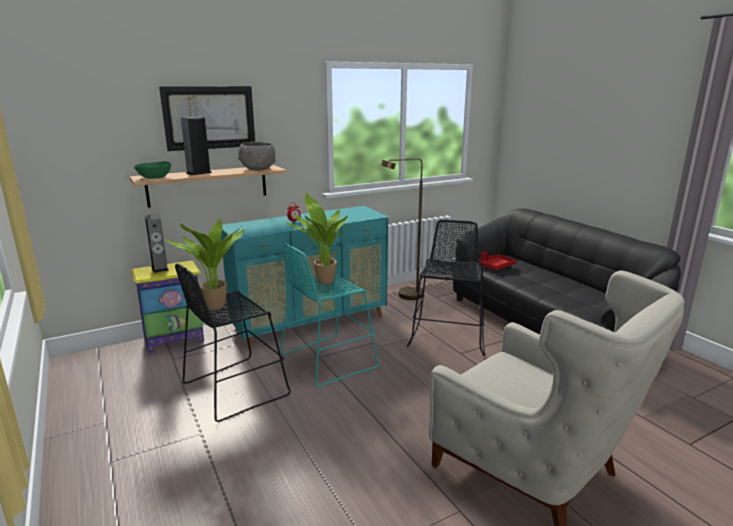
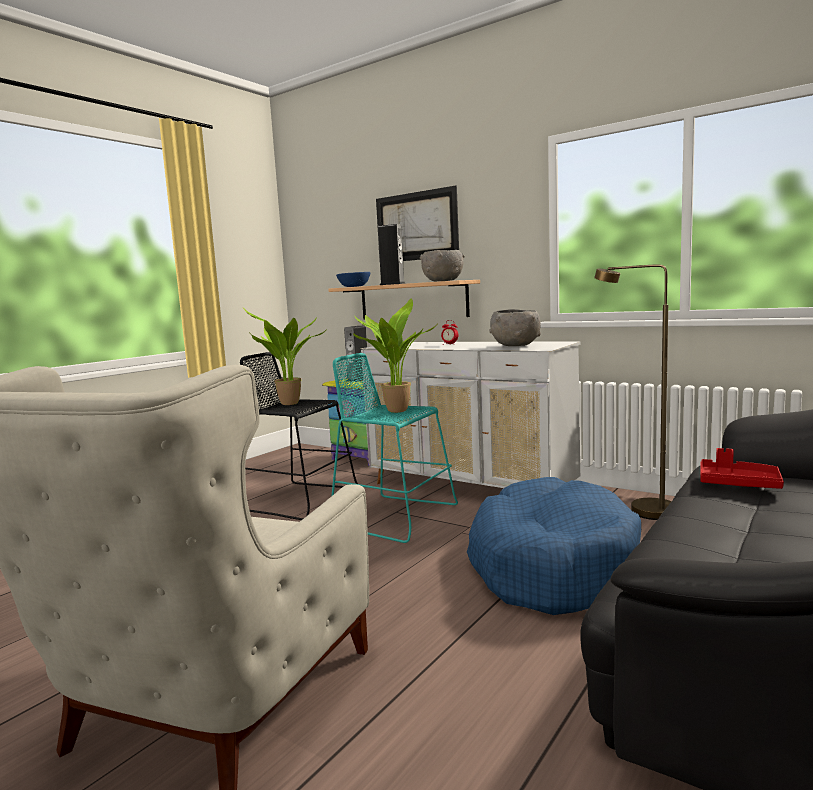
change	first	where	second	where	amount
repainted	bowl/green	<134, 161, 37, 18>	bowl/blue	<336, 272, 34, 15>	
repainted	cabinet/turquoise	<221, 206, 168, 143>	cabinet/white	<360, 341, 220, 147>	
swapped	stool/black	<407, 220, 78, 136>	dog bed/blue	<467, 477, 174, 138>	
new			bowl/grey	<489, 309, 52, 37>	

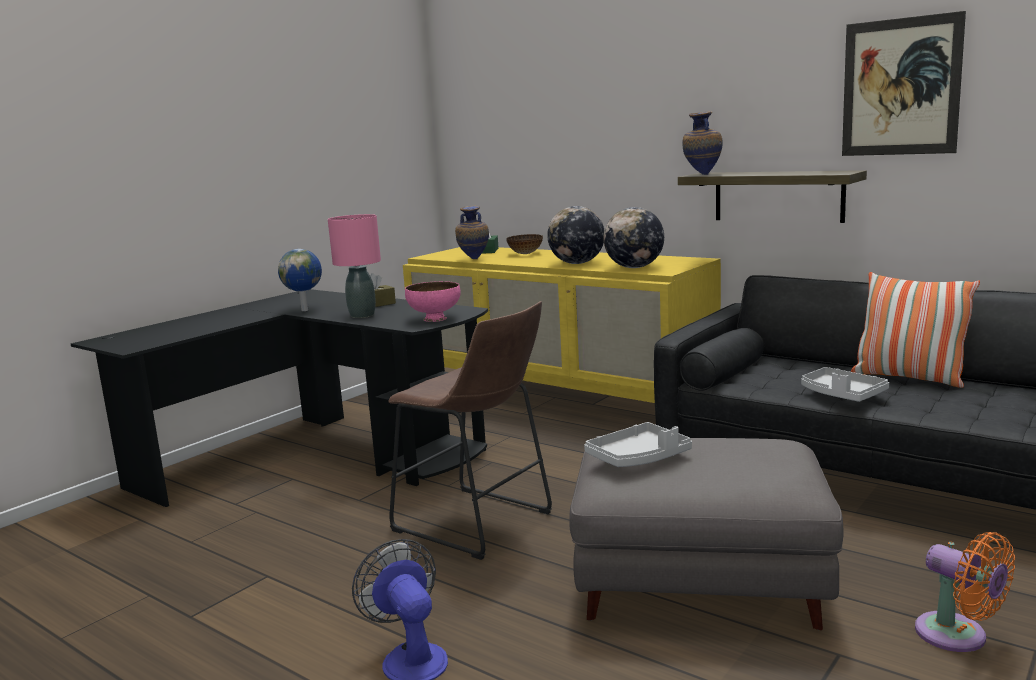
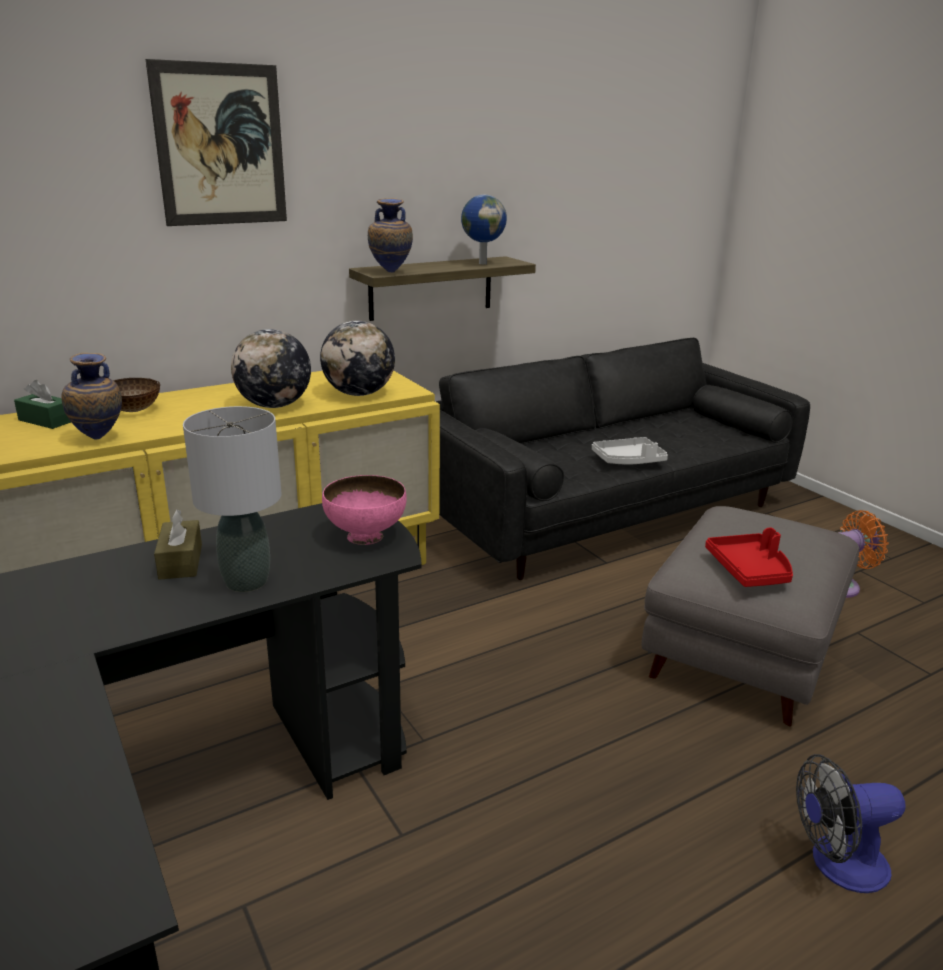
change	first	where	second	where	amount
shifted	globe	<278, 249, 44, 62>		<461, 195, 46, 69>	
repainted	table lamp/pink	<328, 214, 53, 104>	table lamp/grey	<183, 406, 98, 186>	
gone	stool/brown	<388, 301, 164, 259>			
repainted	tray/grey	<584, 422, 108, 45>	tray/red	<705, 527, 88, 60>	
shifted	picture	<842, 11, 124, 145>		<146, 59, 141, 167>	
gone	pillow	<851, 272, 129, 116>			

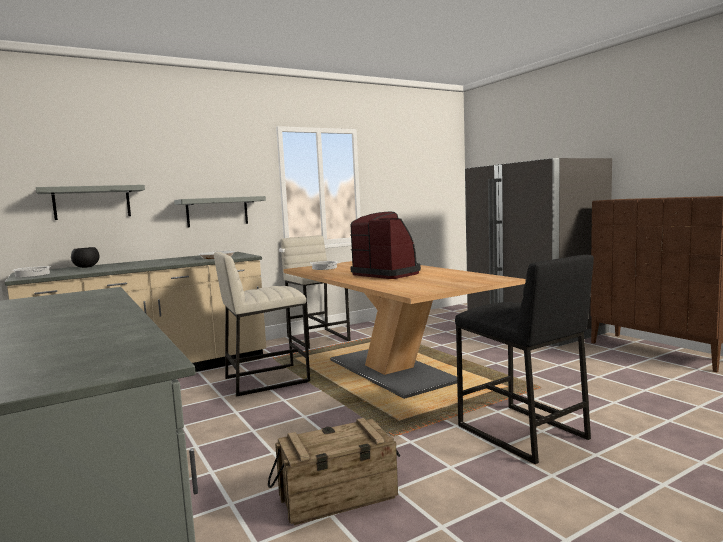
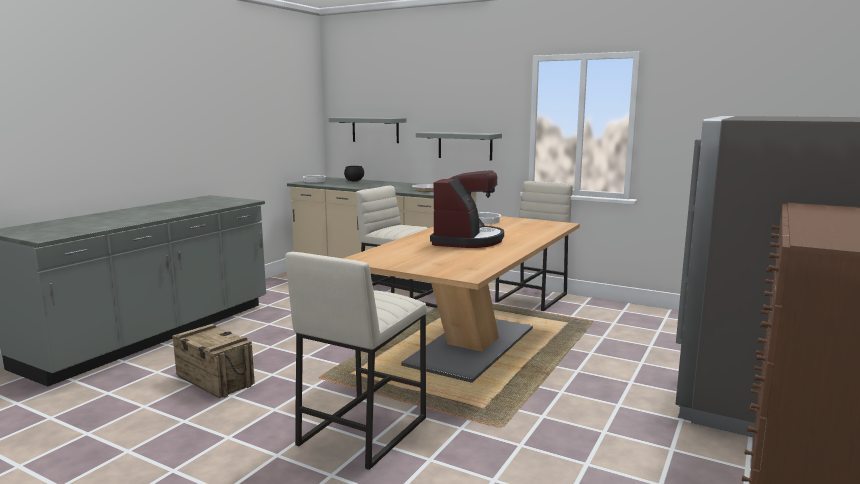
change	first	where	second	where	amount
repainted	stool/black	<455, 255, 139, 209>	stool/beige	<285, 252, 142, 218>	

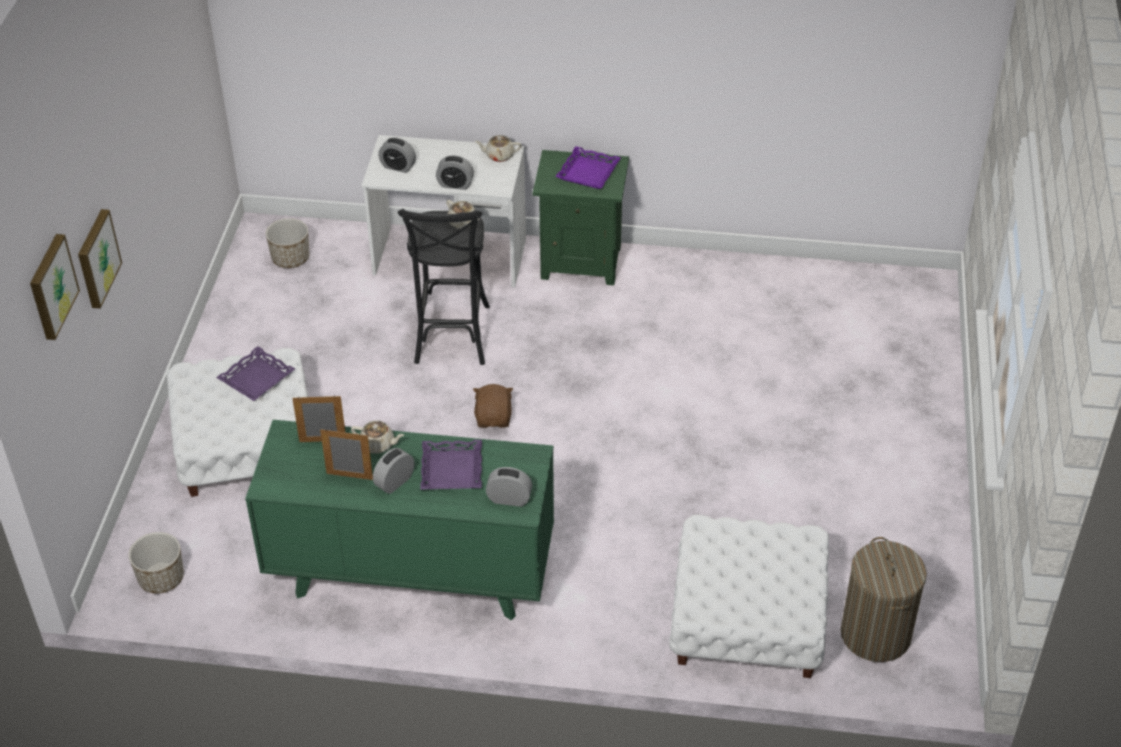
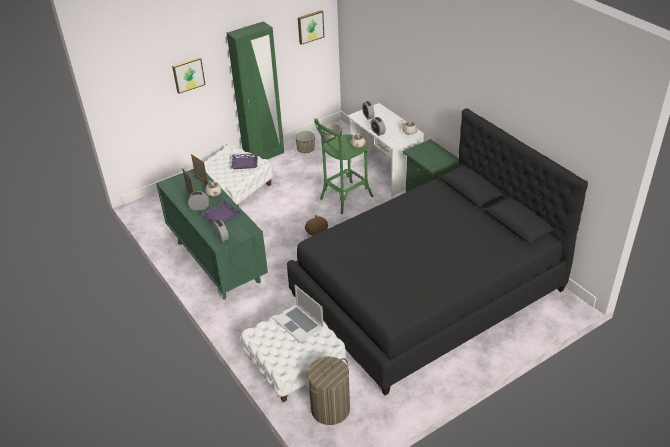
change	first	where	second	where	amount
shifted	picture	<30, 234, 50, 106>		<298, 10, 26, 35>	
shifted	planter	<129, 532, 55, 62>		<295, 131, 20, 22>	
repainted	stool/black	<398, 209, 92, 156>	stool/green	<314, 118, 60, 96>	
gone	tray/purple	<555, 146, 66, 43>			
new			wardrobe/green	<227, 21, 57, 138>	
new			laptop	<274, 285, 50, 57>	
new			bed/black	<287, 108, 301, 288>	

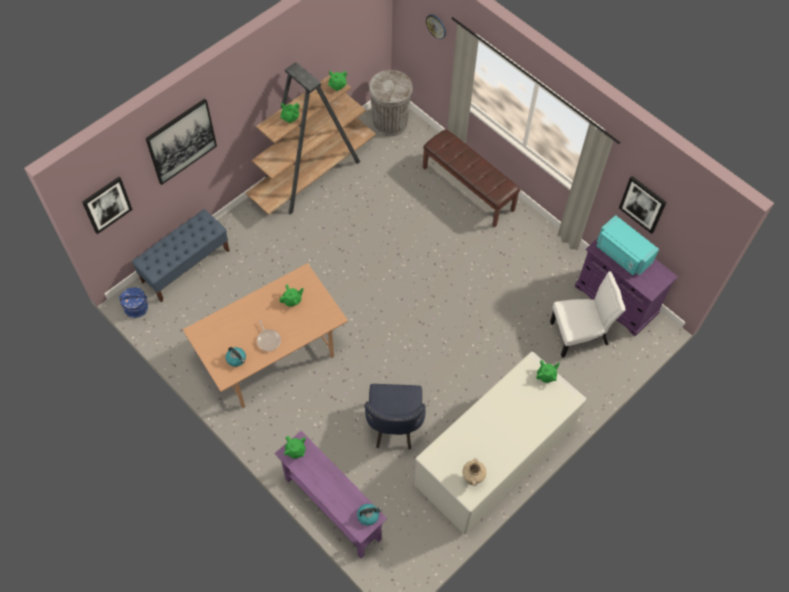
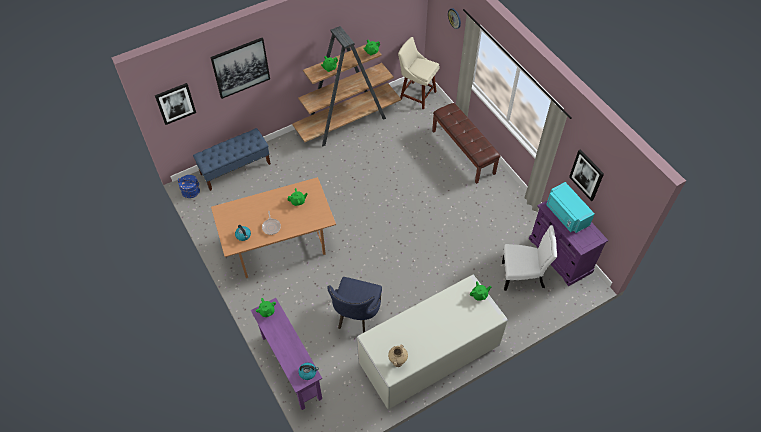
change	first	where	second	where	amount
swapped	trash can/grey	<369, 70, 44, 66>	stool/beige	<398, 37, 42, 73>	

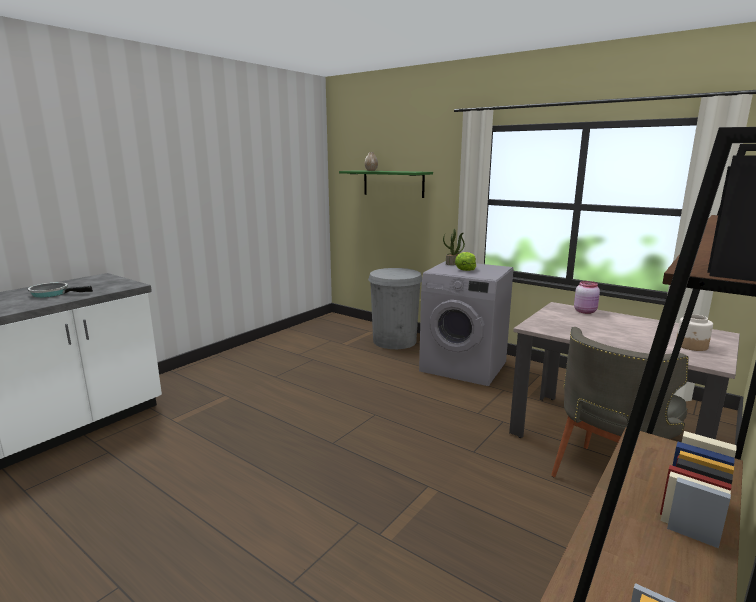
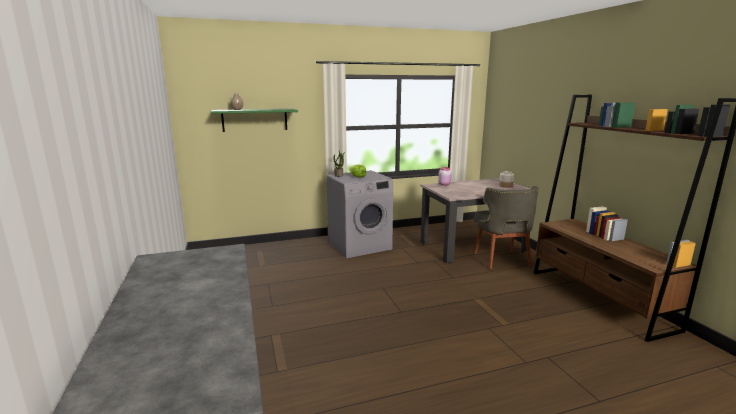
change	first	where	second	where	amount
gone	frying pan	<28, 282, 65, 16>			
gone	trash can/grey	<368, 268, 54, 81>			

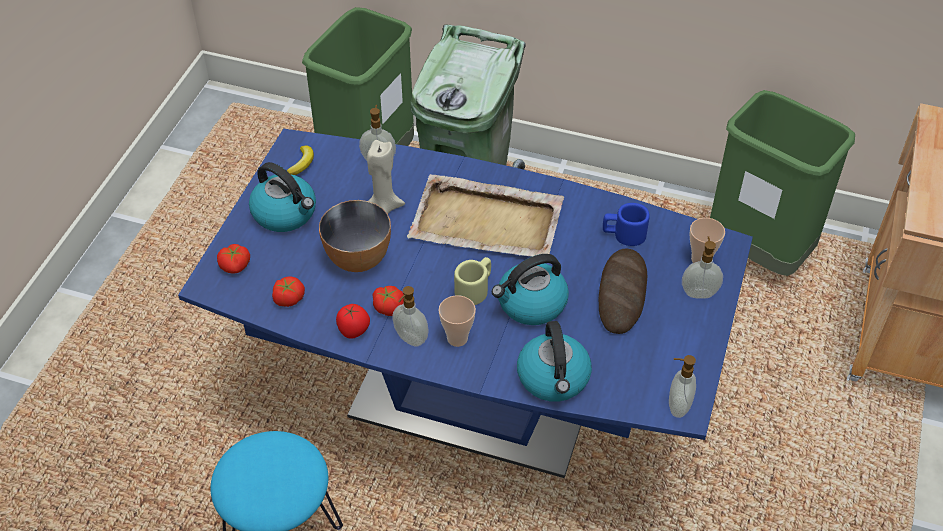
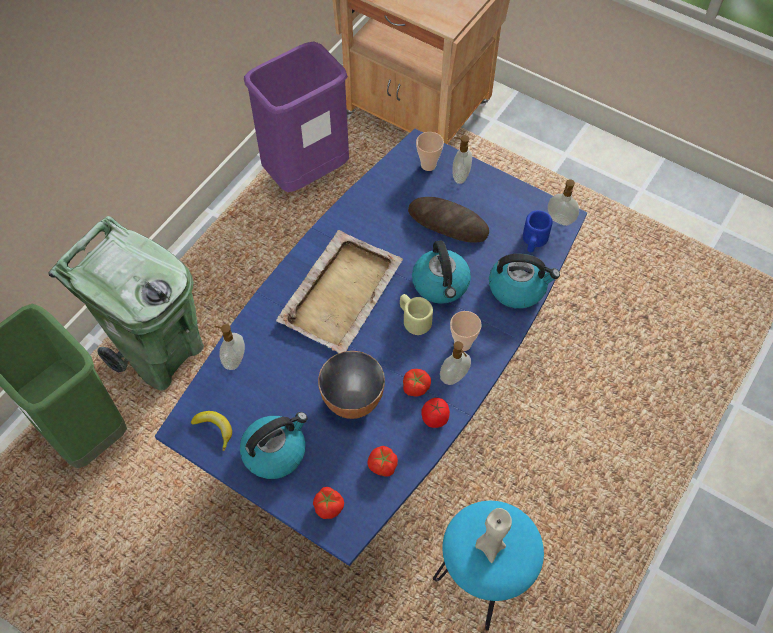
change	first	where	second	where	amount
shifted	candle/beige	<367, 140, 38, 74>		<475, 508, 37, 55>	
shifted	mug/blue	<603, 203, 47, 43>		<523, 210, 29, 42>	
repainted	trash can/green	<710, 90, 145, 186>	trash can/purple	<244, 41, 105, 151>	

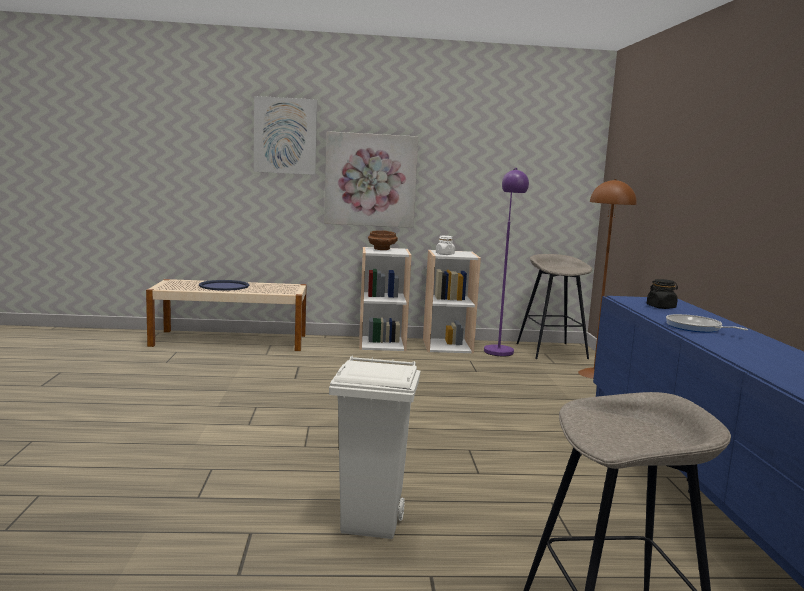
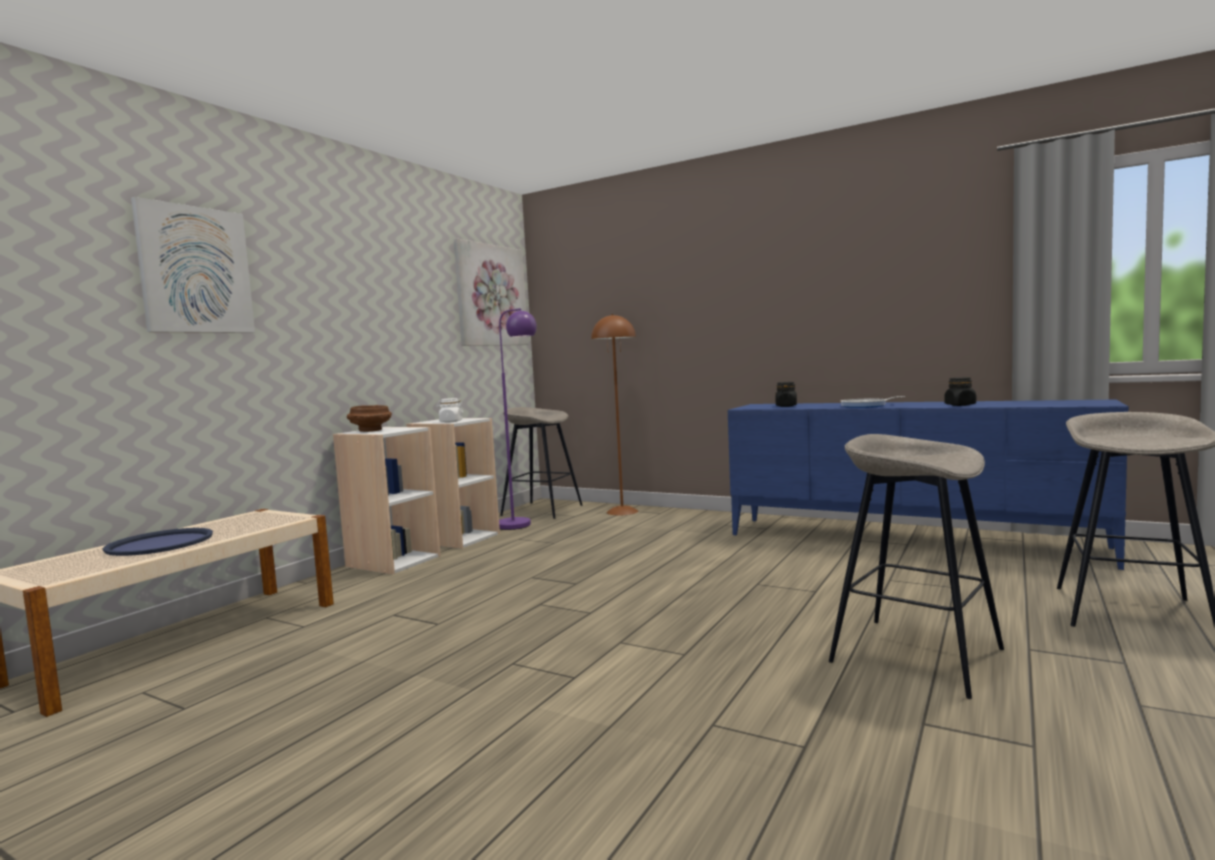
change	first	where	second	where	amount
shifted	picture	<324, 131, 94, 97>		<454, 238, 75, 108>	
swapped	trash can/white	<329, 356, 91, 183>	stool/grey	<829, 434, 175, 265>	
new			jar/black	<944, 377, 32, 29>	

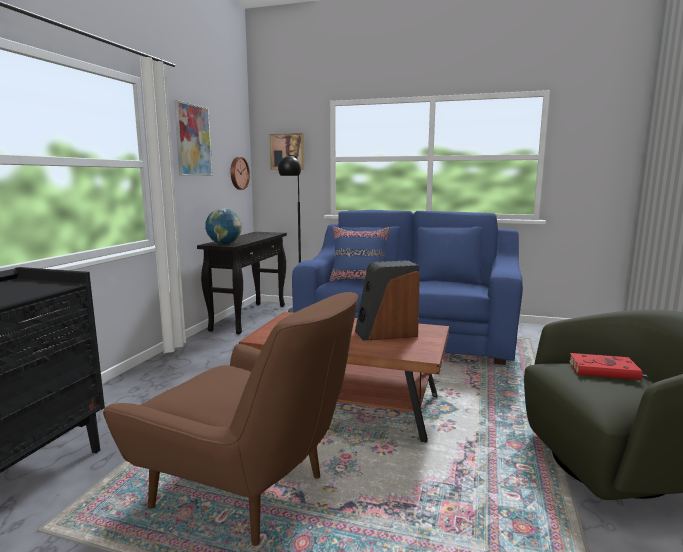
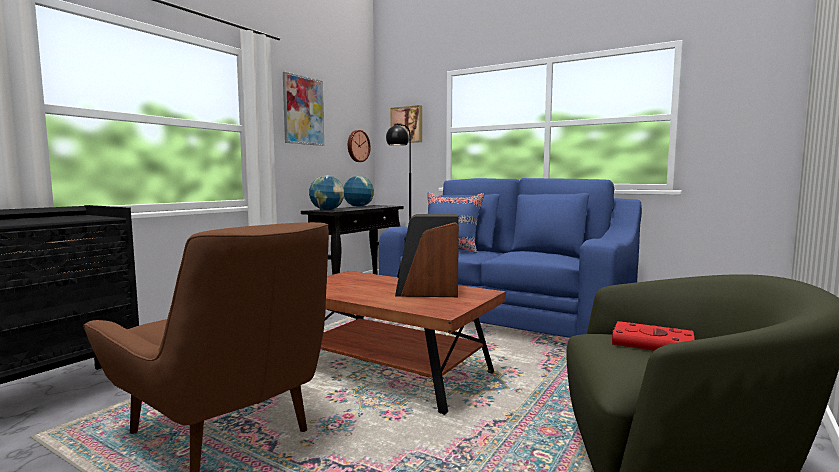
change	first	where	second	where	amount
new			globe	<343, 176, 31, 31>	

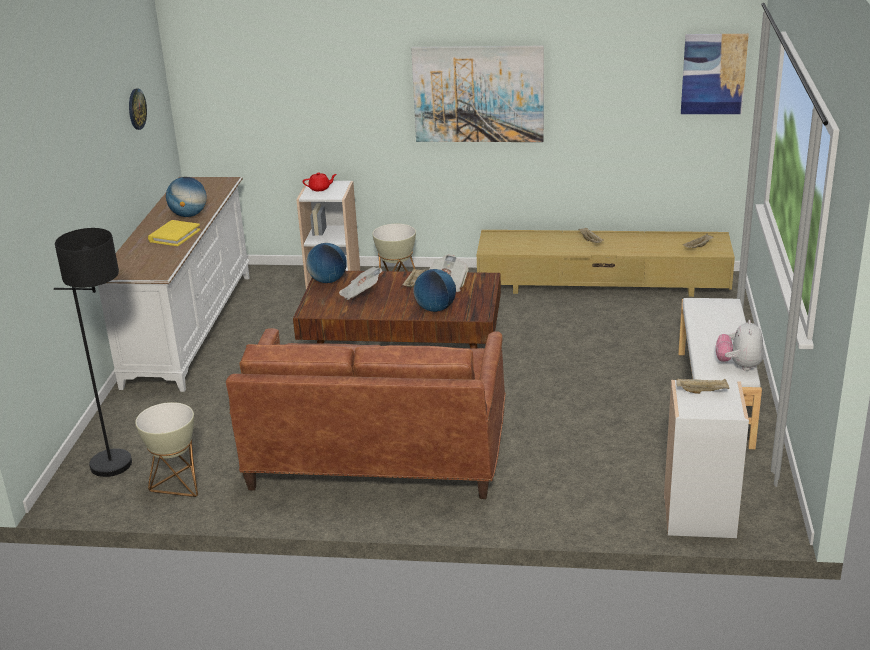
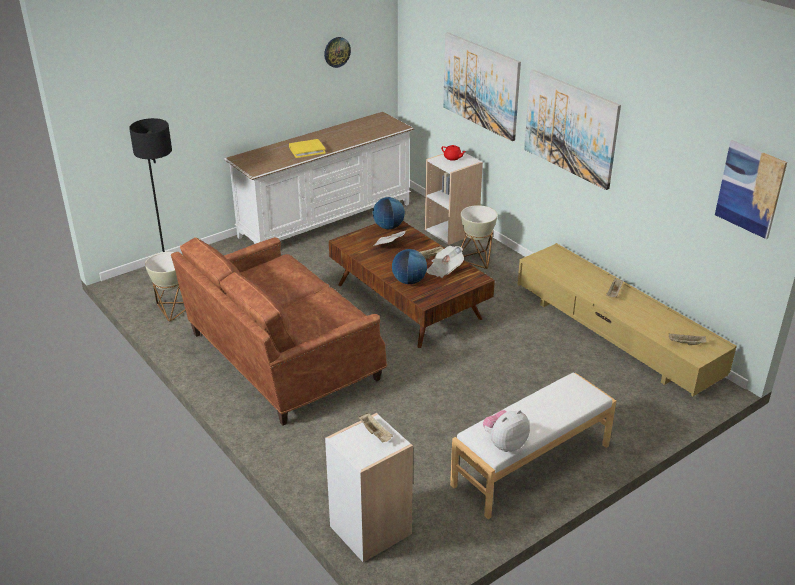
change	first	where	second	where	amount
gone	globe	<166, 177, 41, 40>			
new			picture	<443, 32, 78, 109>	

